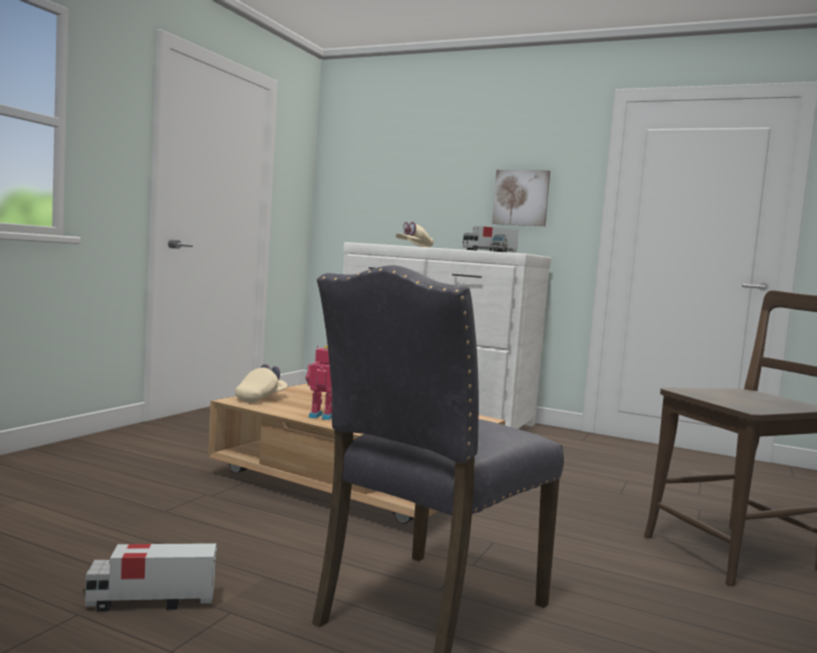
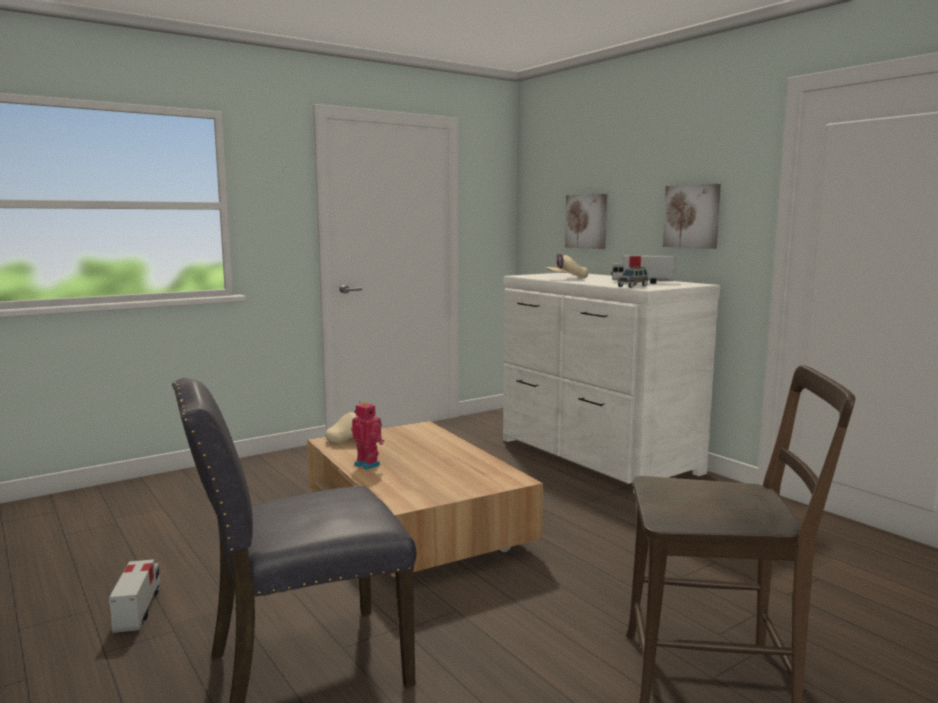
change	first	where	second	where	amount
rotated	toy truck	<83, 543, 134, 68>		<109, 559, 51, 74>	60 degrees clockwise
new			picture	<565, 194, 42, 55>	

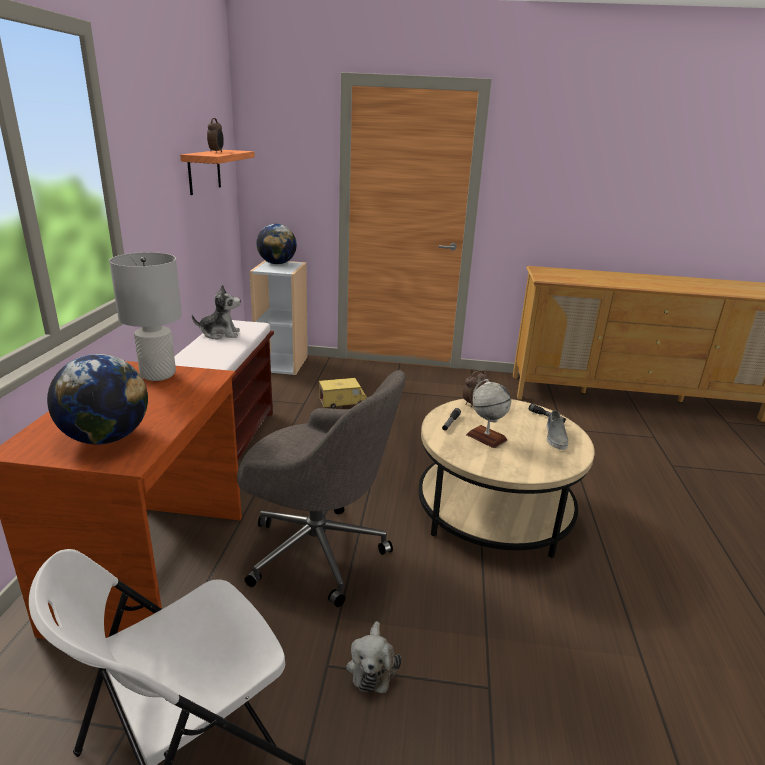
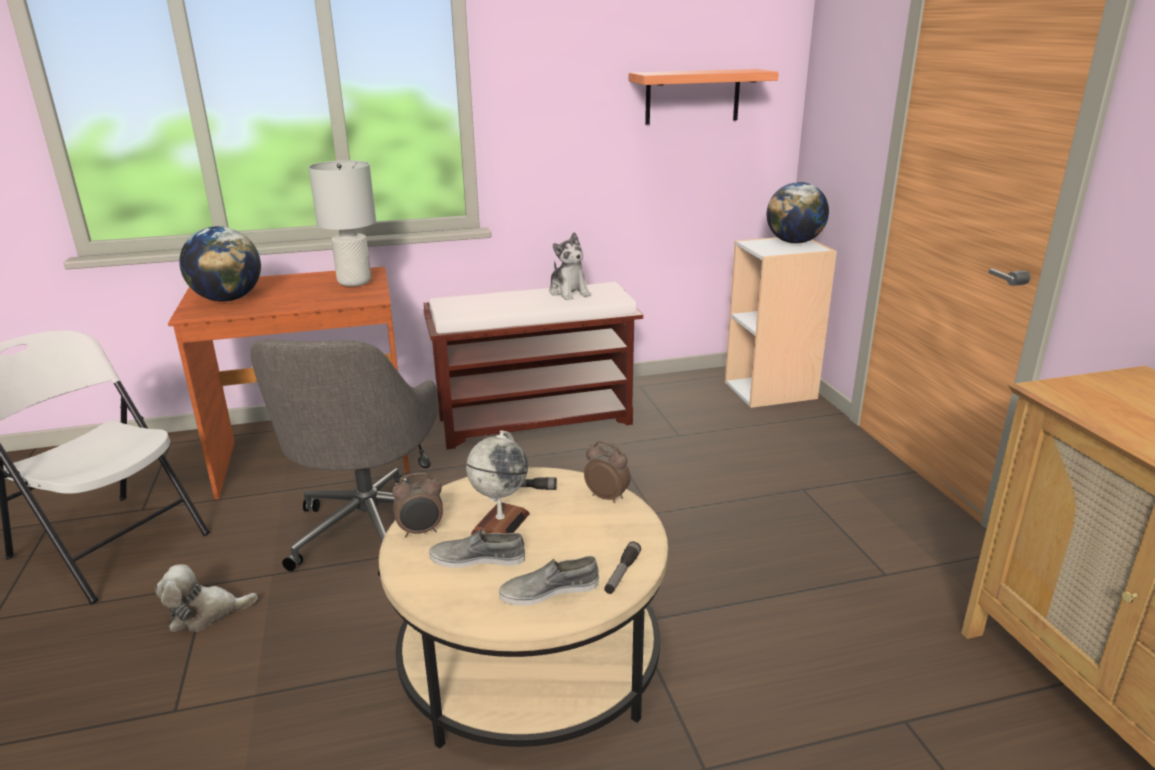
change	first	where	second	where	amount
shifted	alarm clock	<207, 118, 17, 34>		<392, 472, 51, 65>	
gone	toy truck	<319, 378, 49, 31>			
new			shoe/grey	<429, 529, 96, 39>	

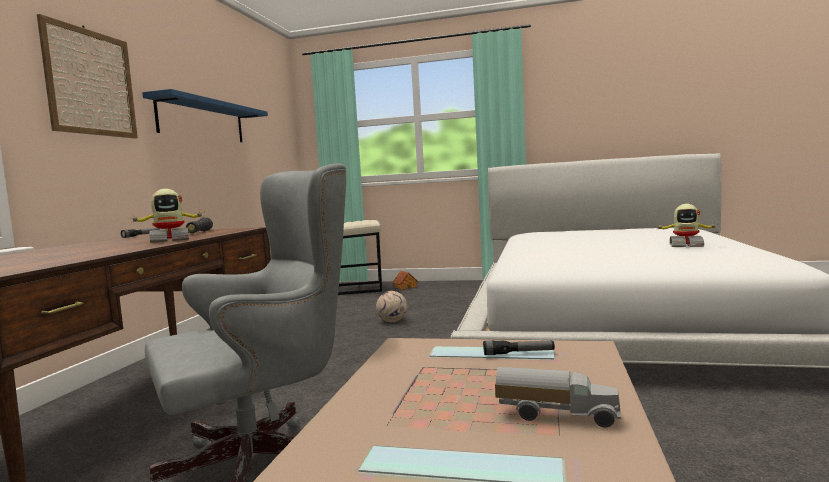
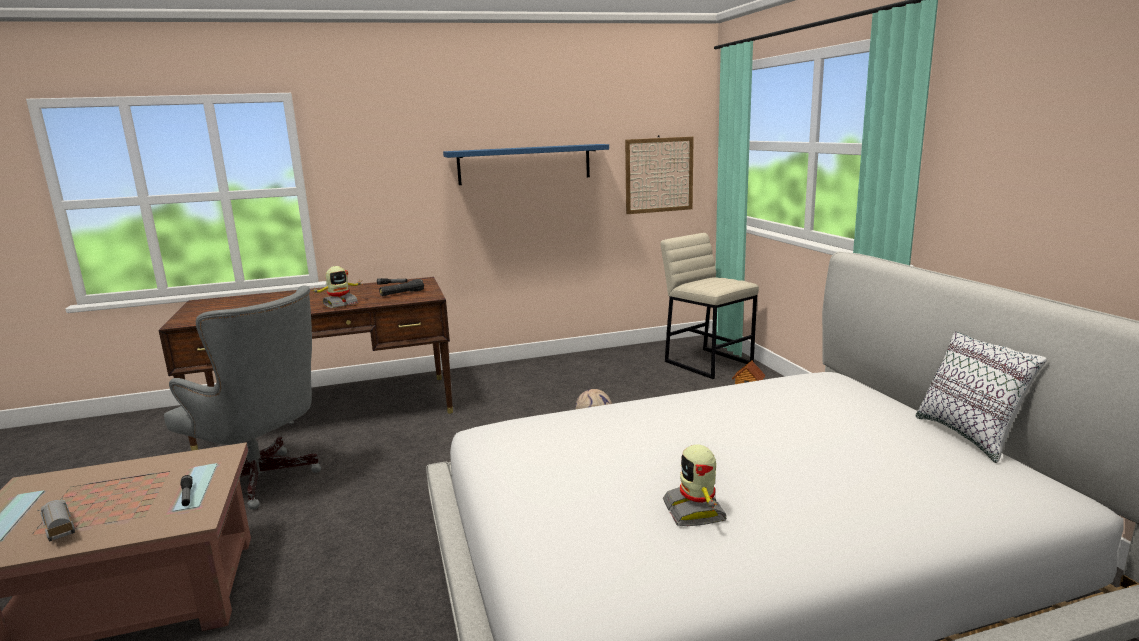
change	first	where	second	where	amount
shifted	picture	<37, 14, 101, 124>		<625, 135, 69, 79>	
rotated	toy robot	<129, 189, 74, 54>		<311, 266, 52, 42>	75 degrees counterclockwise
rotated	toy truck	<495, 367, 126, 61>		<37, 500, 38, 41>	150 degrees clockwise
new			pillow/white	<916, 332, 131, 131>	

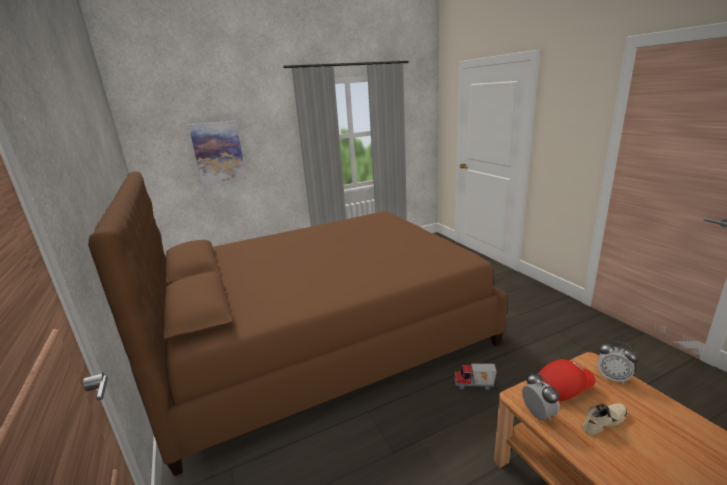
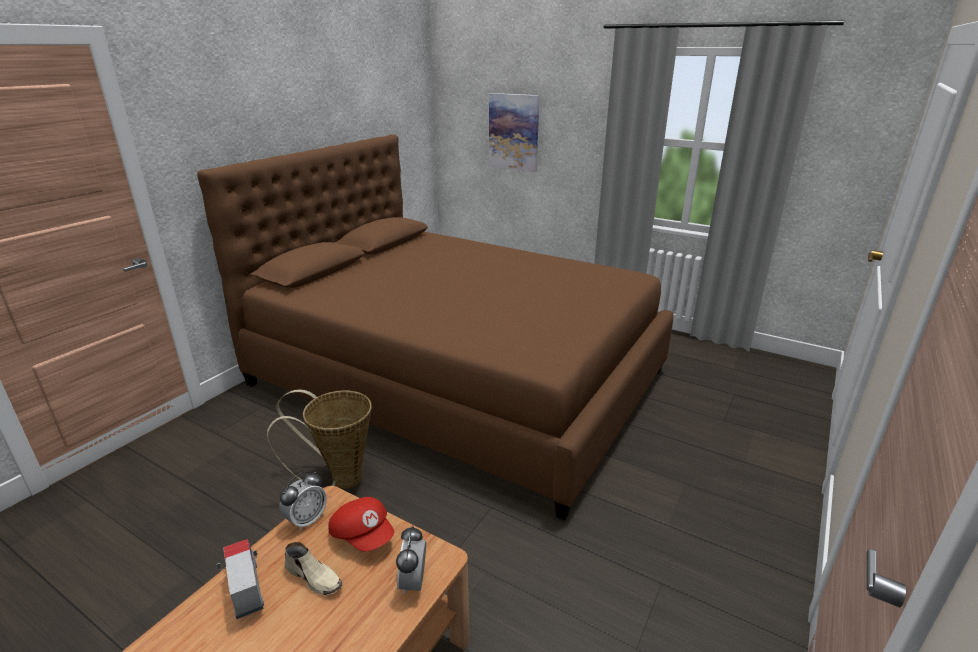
change	first	where	second	where	amount
shifted	toy truck	<455, 364, 42, 26>		<216, 539, 48, 80>	
new			basket	<267, 390, 105, 99>	

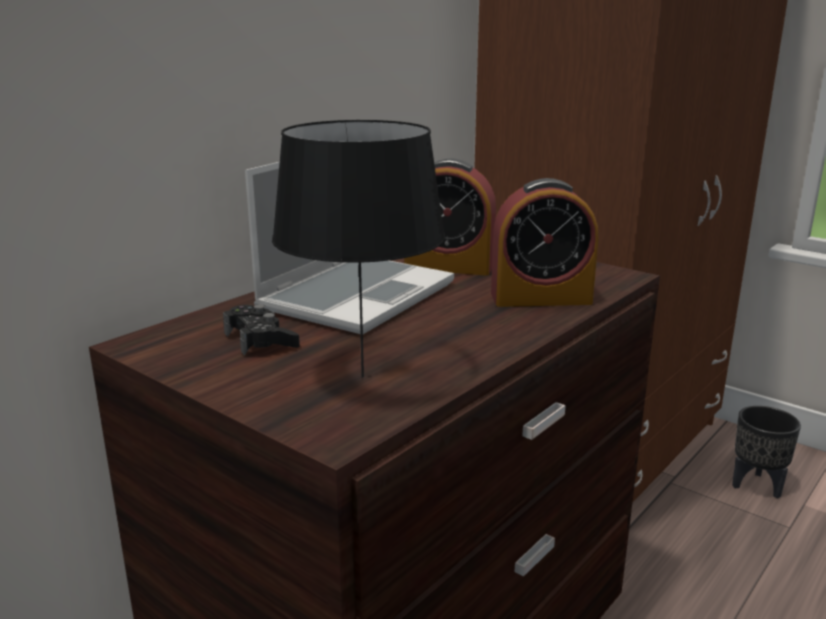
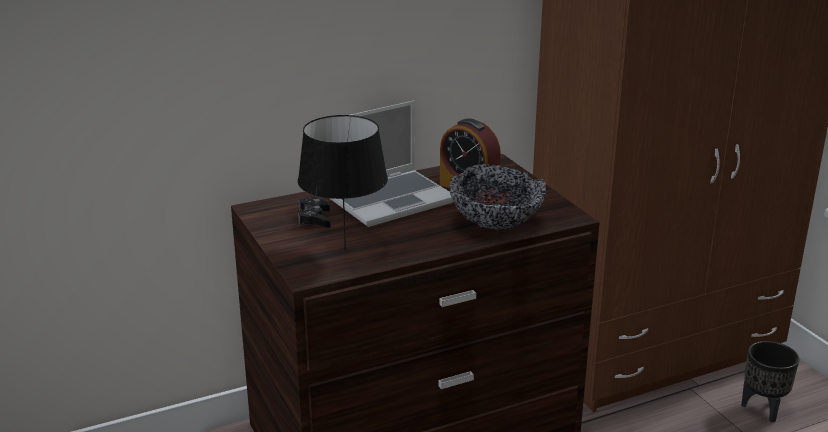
change	first	where	second	where	amount
swapped	alarm clock	<491, 178, 108, 129>	bowl	<449, 164, 97, 66>	

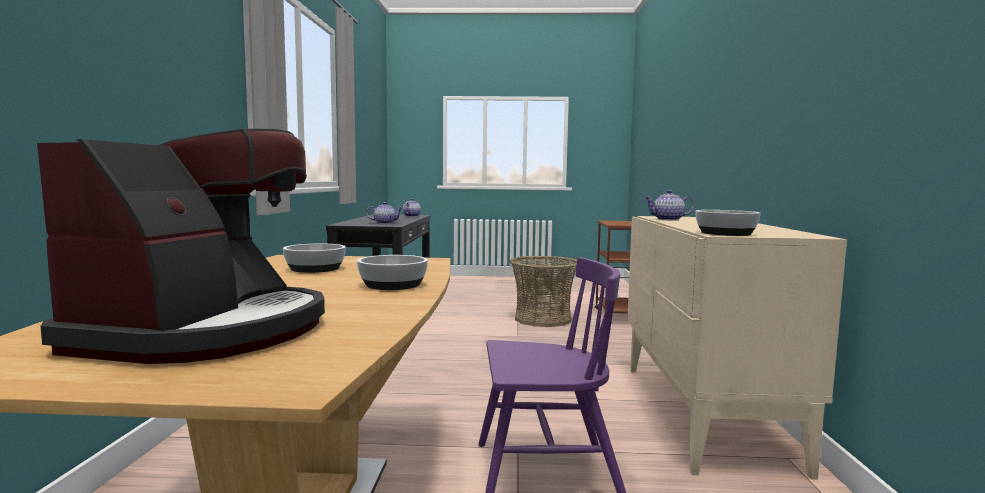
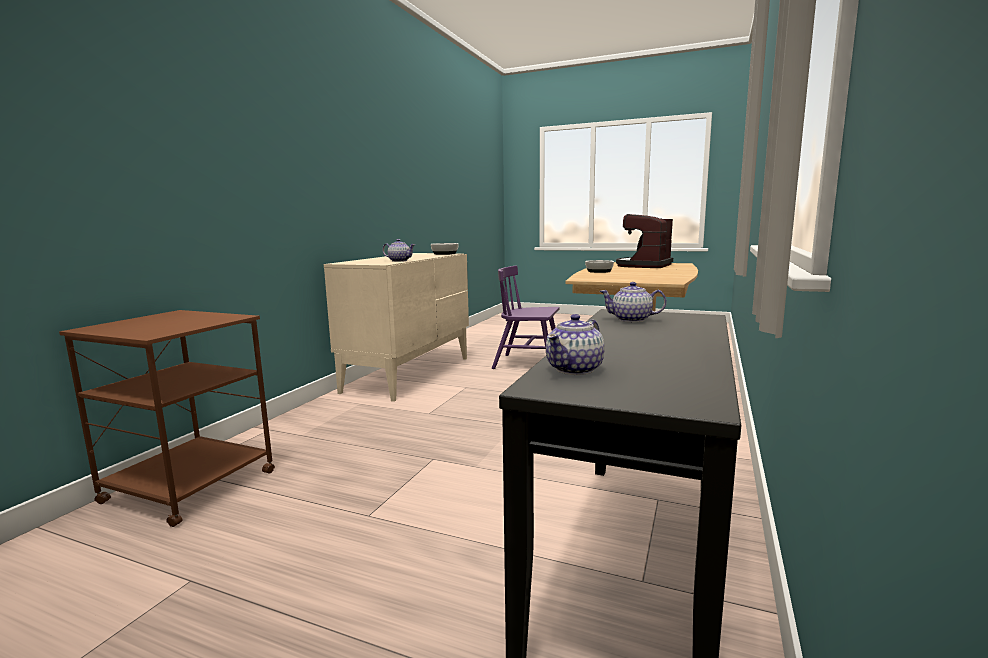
change	first	where	second	where	amount
gone	bowl	<283, 244, 63, 29>			
gone	basket	<509, 256, 68, 71>			

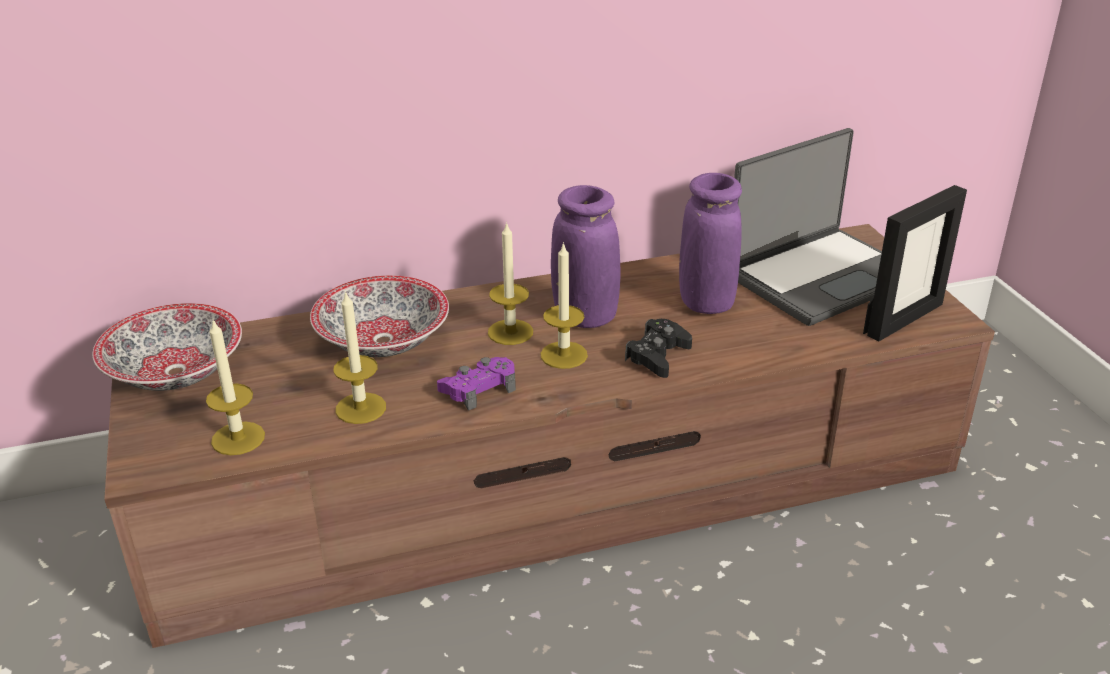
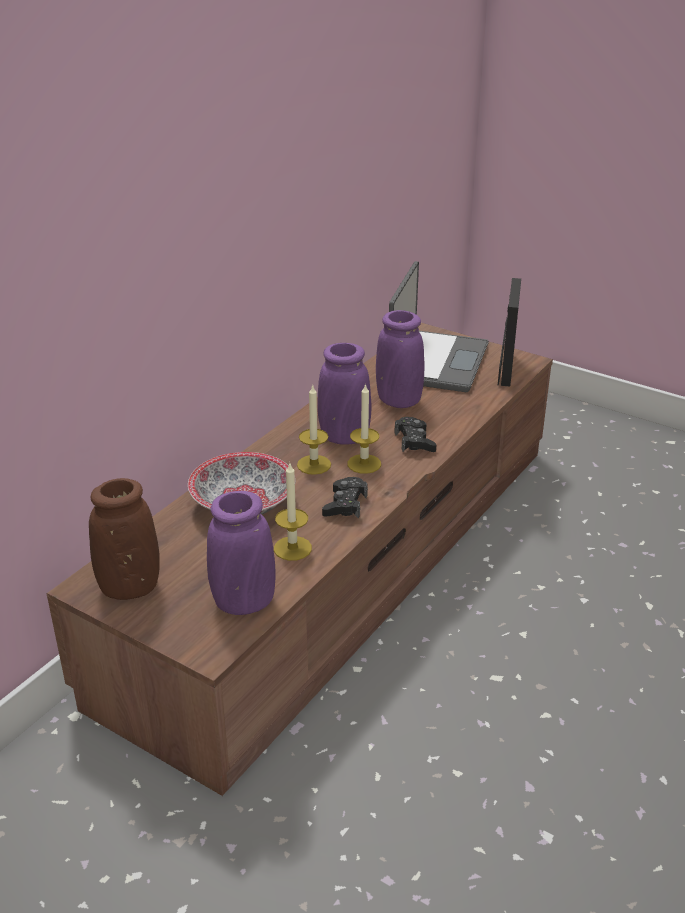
change	first	where	second	where	amount
swapped	bowl	<92, 303, 150, 88>	vase/brown	<89, 478, 71, 122>	
swapped	candle	<206, 319, 59, 136>	vase/purple	<207, 491, 68, 124>	
repainted	game controller/purple	<437, 357, 79, 54>	game controller/black	<322, 477, 46, 42>	

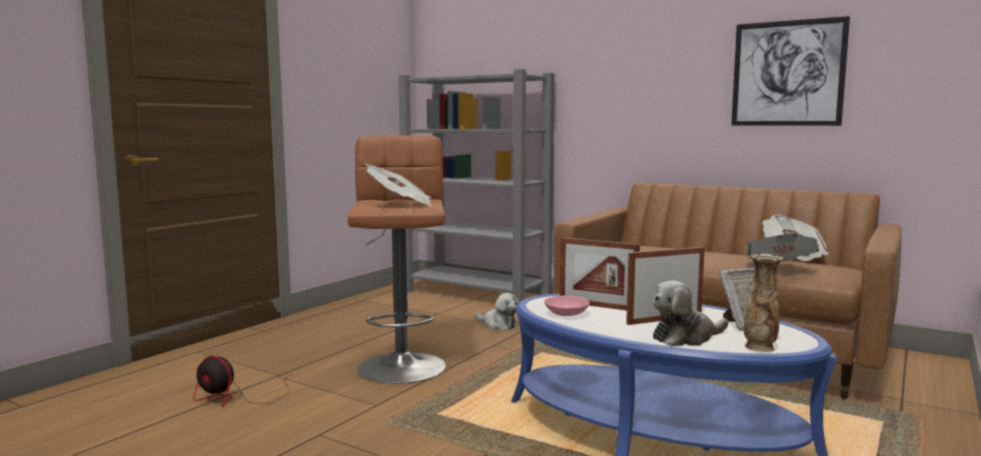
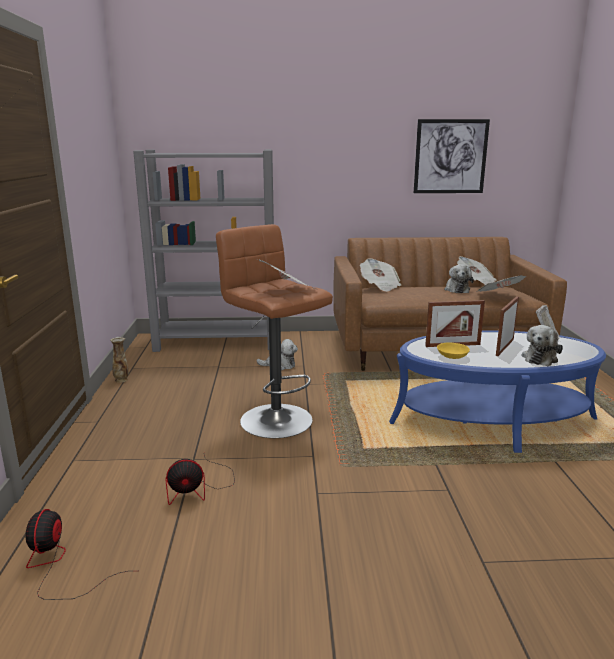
change	first	where	second	where	amount
repainted	bowl/pink	<544, 296, 46, 20>	bowl/yellow	<437, 343, 33, 16>	
shifted	vase	<744, 254, 39, 98>		<110, 337, 19, 46>	
new			fan	<26, 509, 101, 91>	
new			newspaper	<360, 258, 41, 34>	
new			plush toy	<444, 264, 30, 29>	

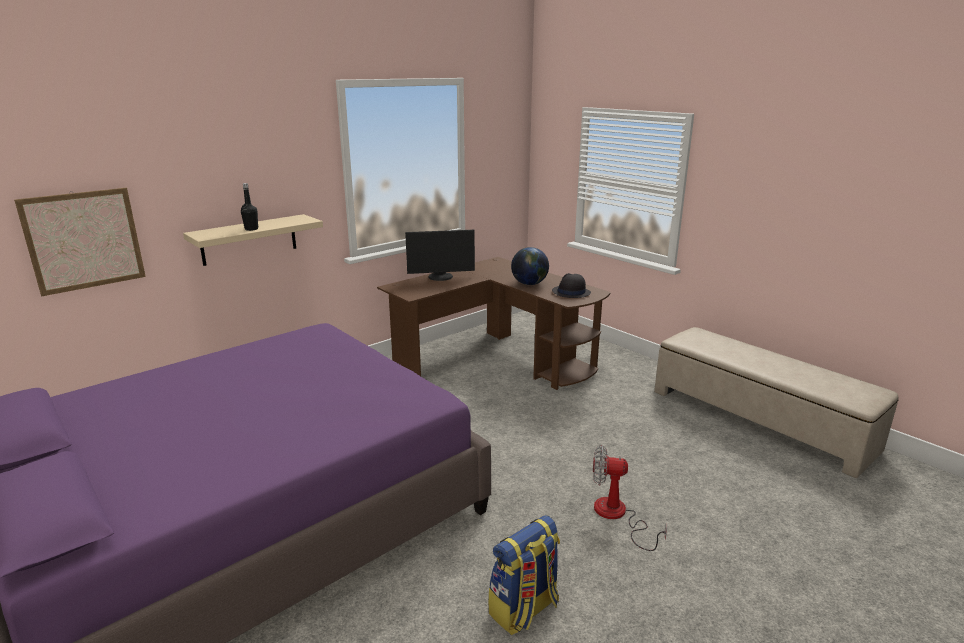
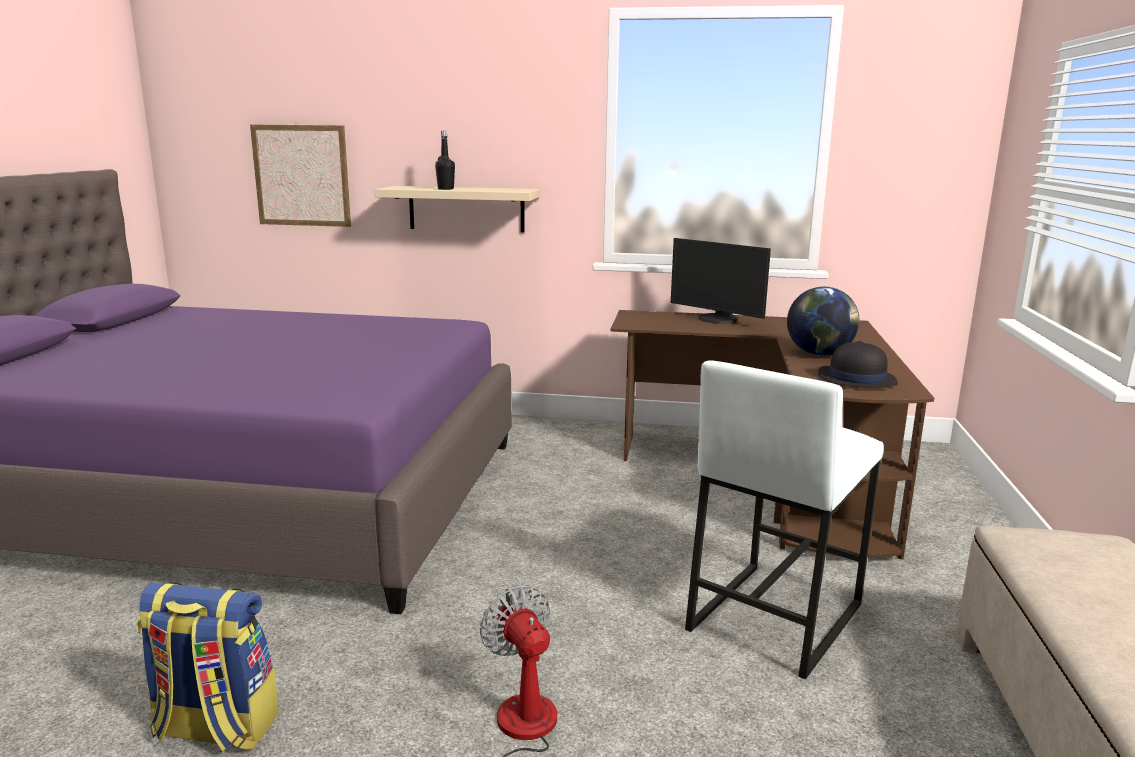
change	first	where	second	where	amount
new			stool/white	<685, 360, 199, 320>	

